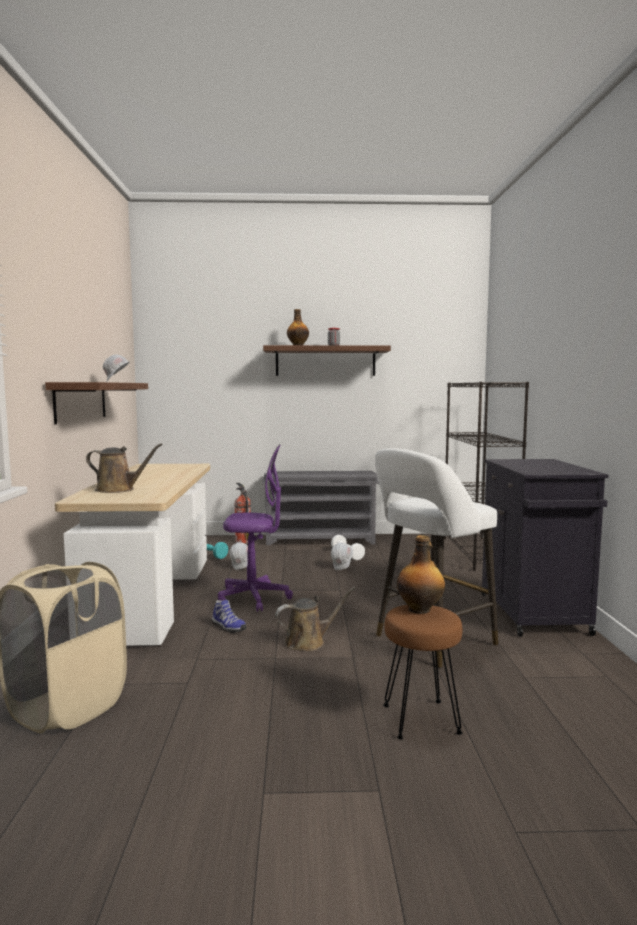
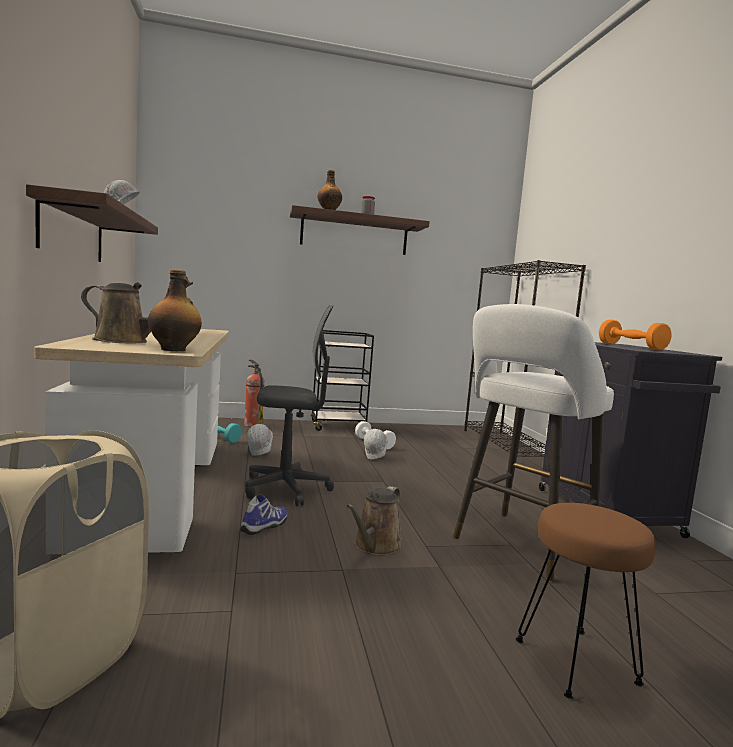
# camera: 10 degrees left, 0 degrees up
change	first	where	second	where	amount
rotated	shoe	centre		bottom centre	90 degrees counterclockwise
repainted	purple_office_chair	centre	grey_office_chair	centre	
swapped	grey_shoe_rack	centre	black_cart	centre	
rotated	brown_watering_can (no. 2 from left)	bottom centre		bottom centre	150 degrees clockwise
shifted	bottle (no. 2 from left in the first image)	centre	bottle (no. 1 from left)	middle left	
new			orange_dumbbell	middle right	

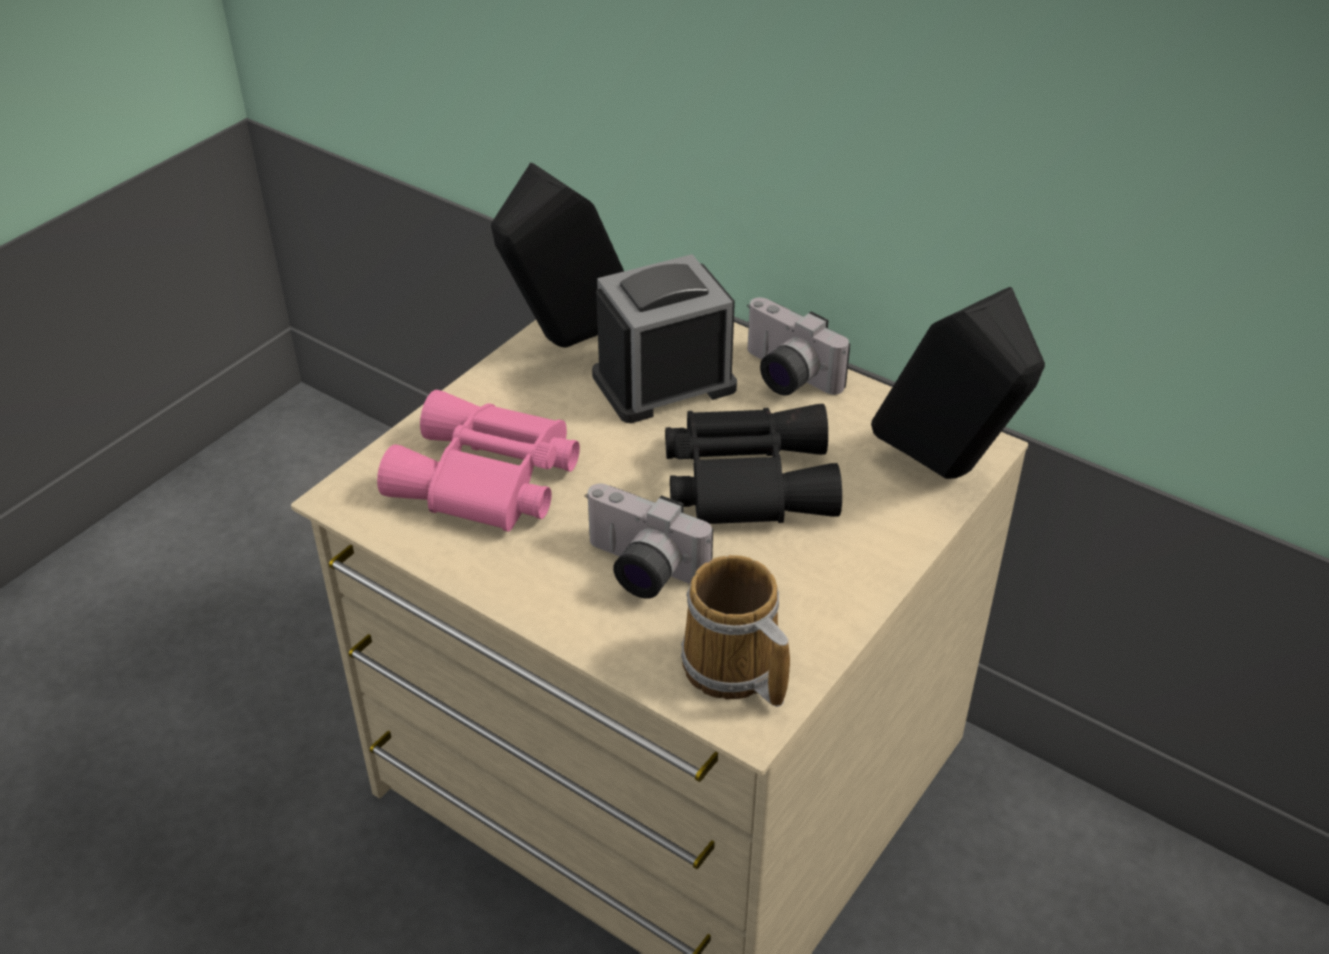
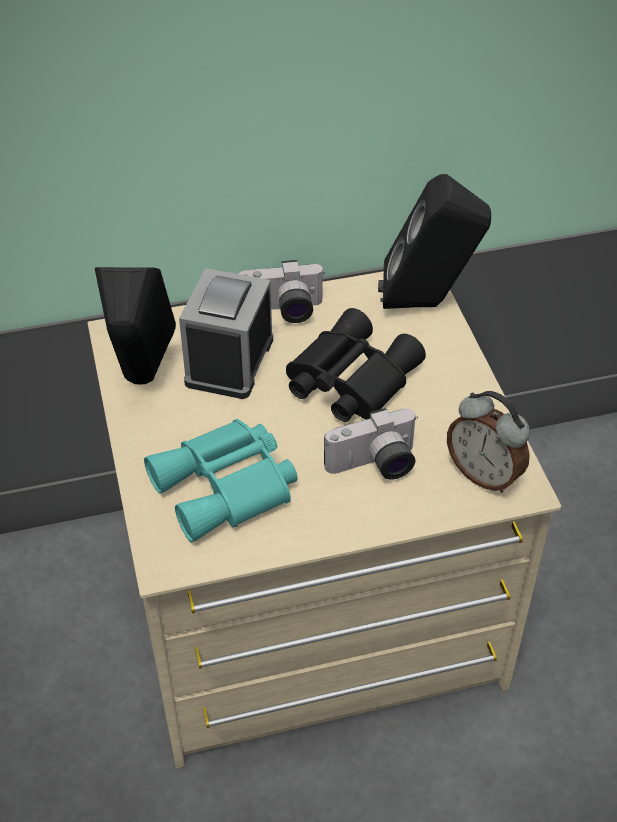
# camera: 50 degrees left, 5 degrees up
change	first	where	second	where	amount
repainted	pink_binoculars	centre	turquoise_binoculars	centre	
swapped	mug	centre	alarm_clock (no. 2 from left)	middle right	

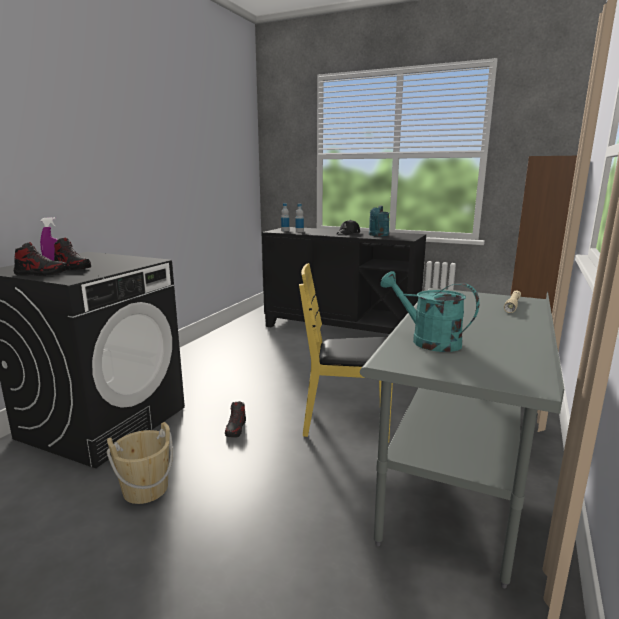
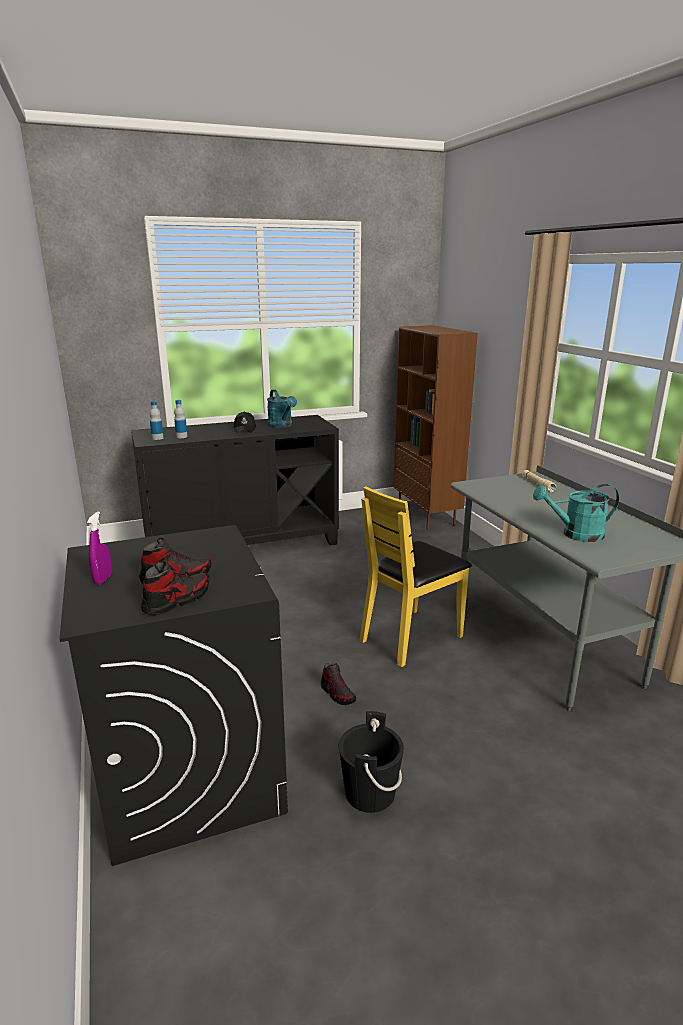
# camera: 45 degrees left, 5 degrees up
change	first	where	second	where	amount
repainted	beige_bucket	bottom left	black_bucket	bottom centre	

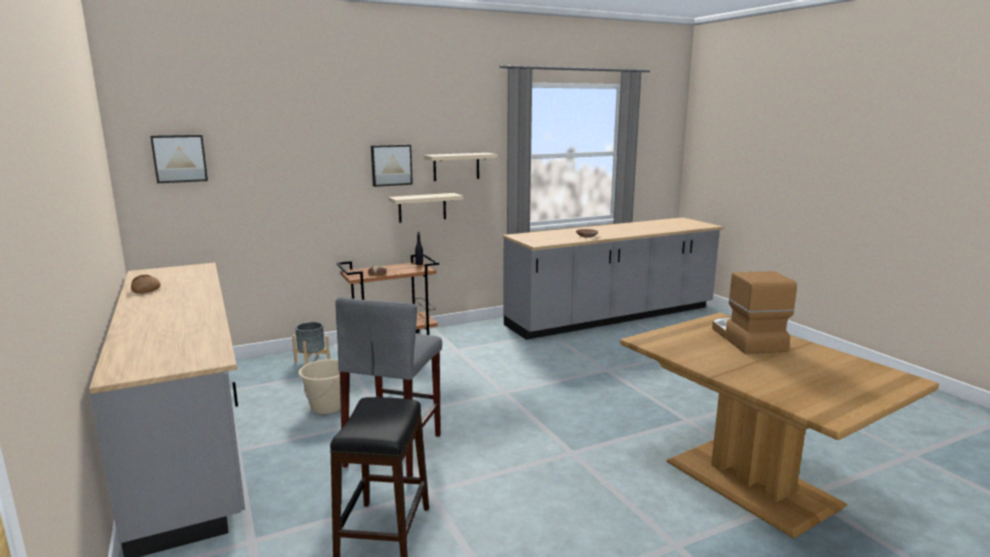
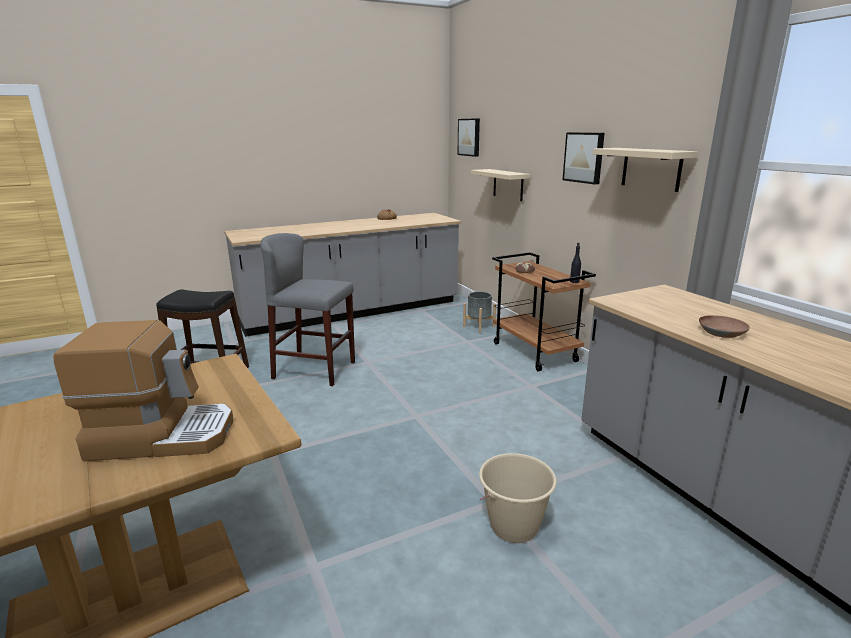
# camera: 90 degrees right, 5 degrees up
change	first	where	second	where	amount
shifted	beige_bucket	bottom left		bottom centre	
shifted	beige_shelf (no. 1 from left)	centre		top centre	

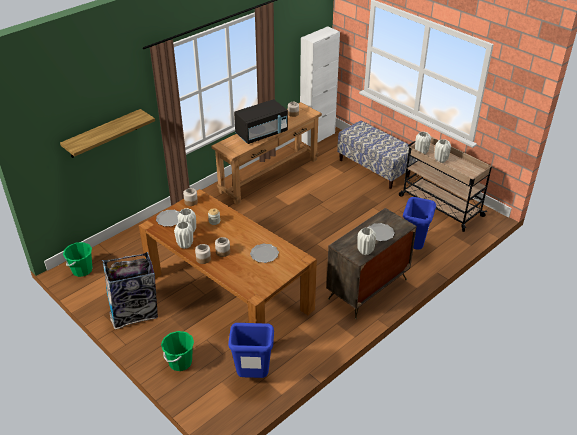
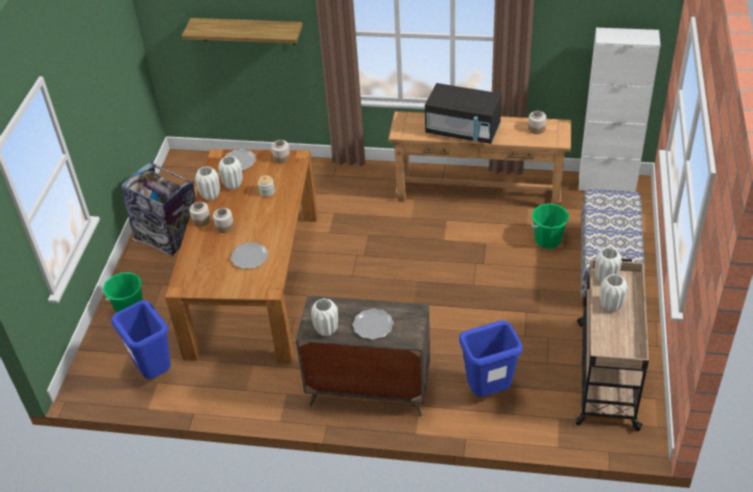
# camera: 55 degrees right, 5 degrees up
change	first	where	second	where	amount
shifted	green_bucket (no. 1 from left in the first image)	middle left	green_bucket (no. 2 from left)	middle right	

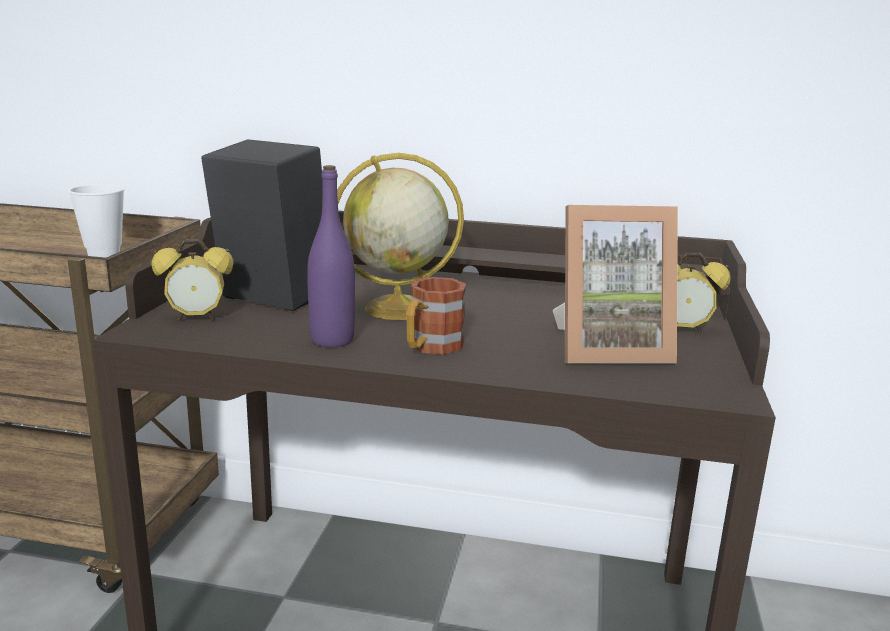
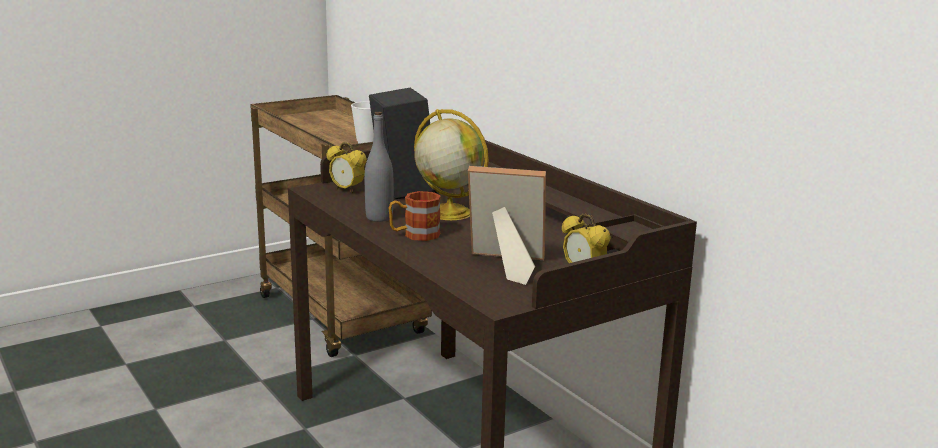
# camera: 45 degrees right, 0 degrees up
change	first	where	second	where	amount
repainted	purple_bottle	centre	grey_bottle	centre	
rotated	picture_frame	middle right		centre	150 degrees clockwise

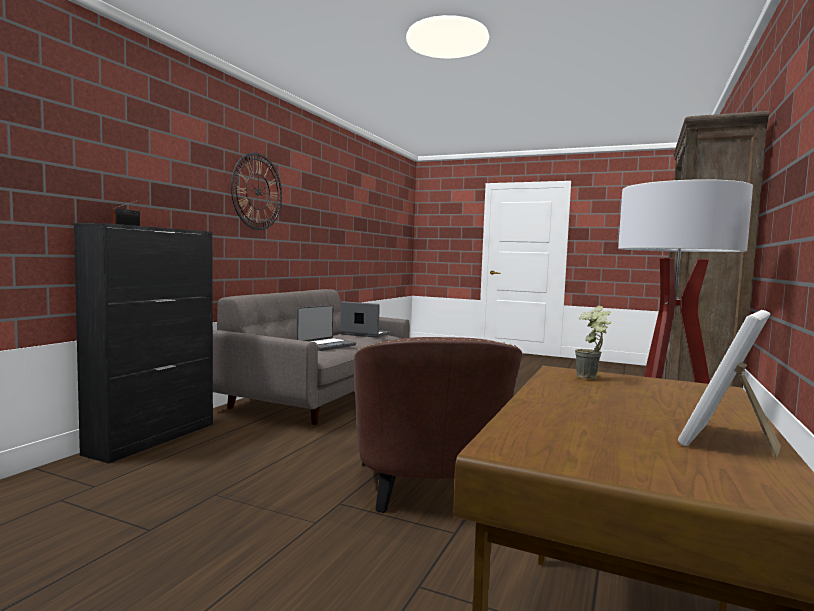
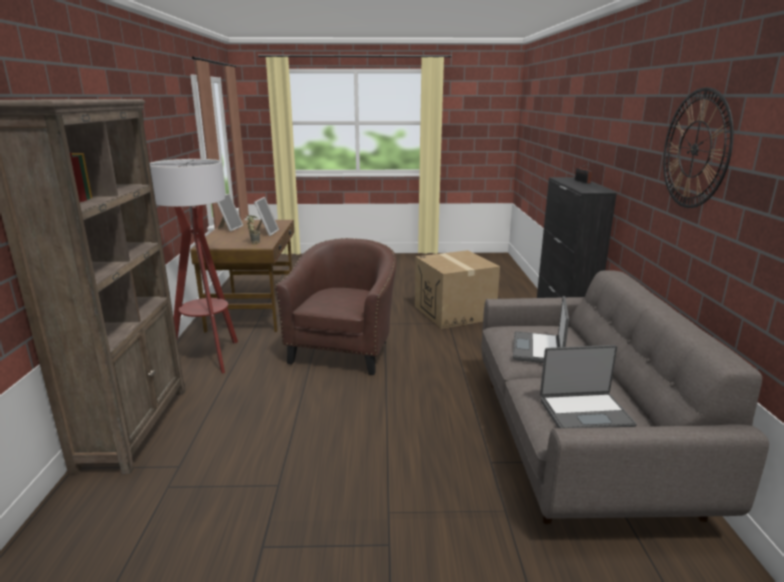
# camera: 155 degrees right, 15 degrees up
change	first	where	second	where	amount
rotated	brown_armchair	bottom centre		centre	45 degrees clockwise
new			picture_frame (no. 2 from left)	centre	
new			cardboard_box	centre	

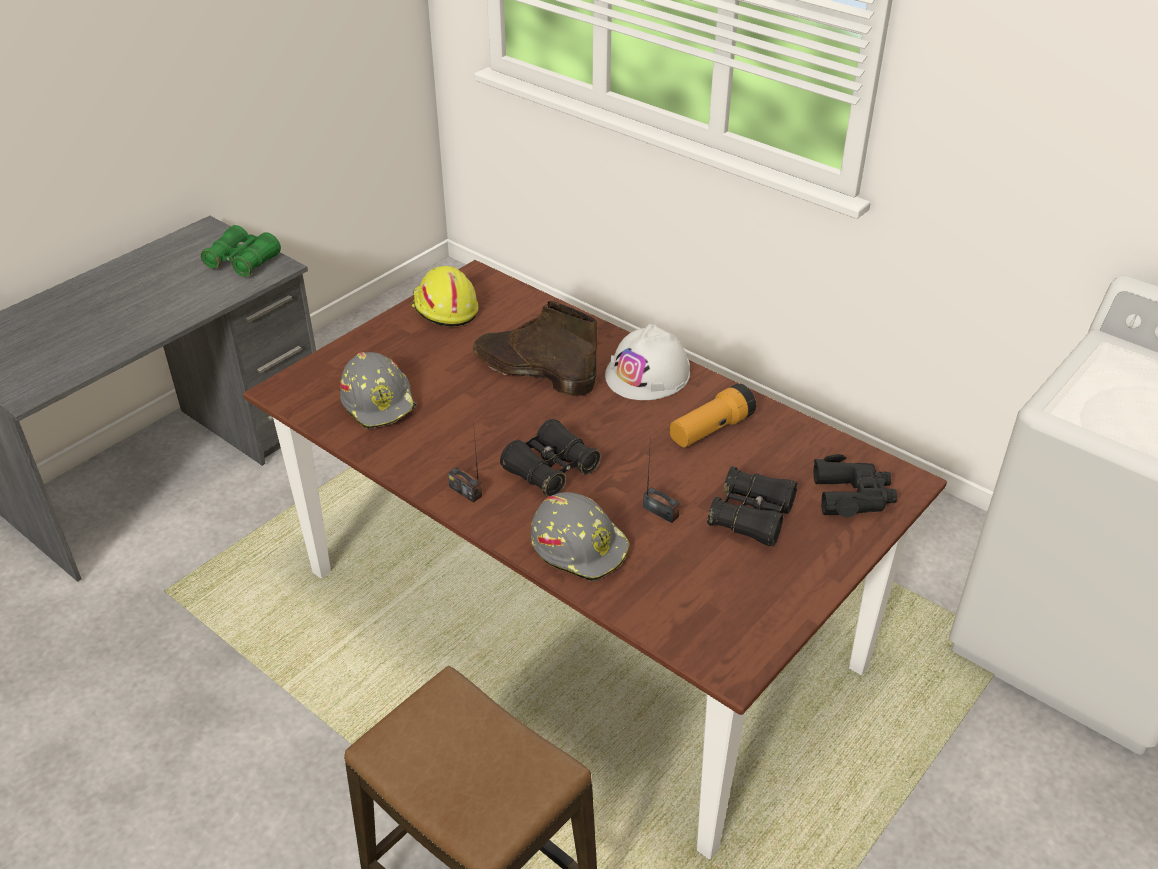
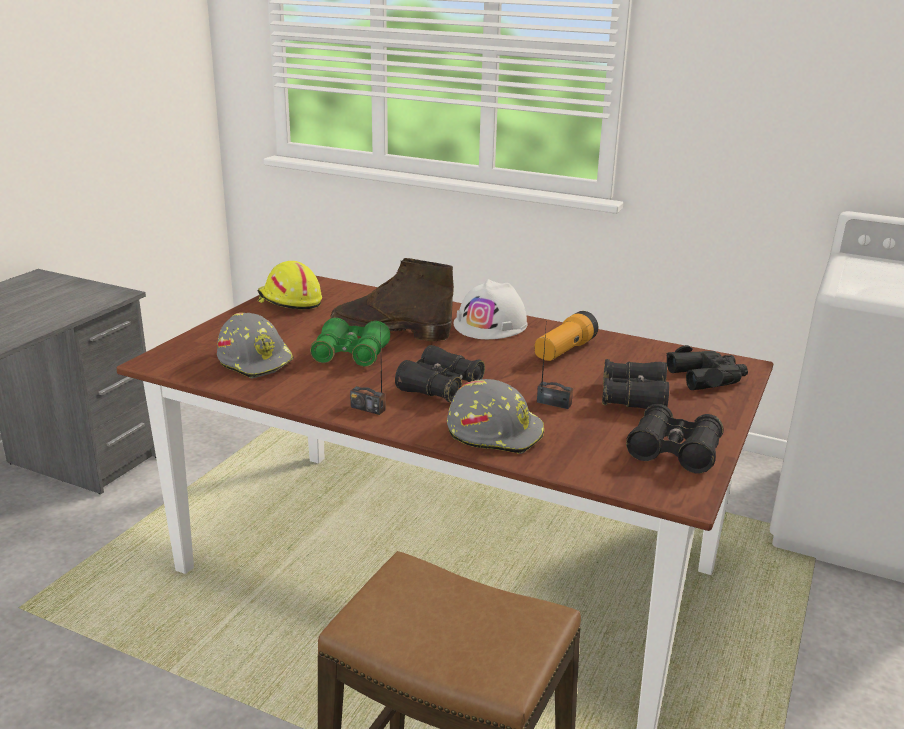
# camera: 15 degrees left, 15 degrees down
change	first	where	second	where	amount
shifted	green_binoculars	top left		centre	
new			black_binoculars (no. 3 from left)	middle right	

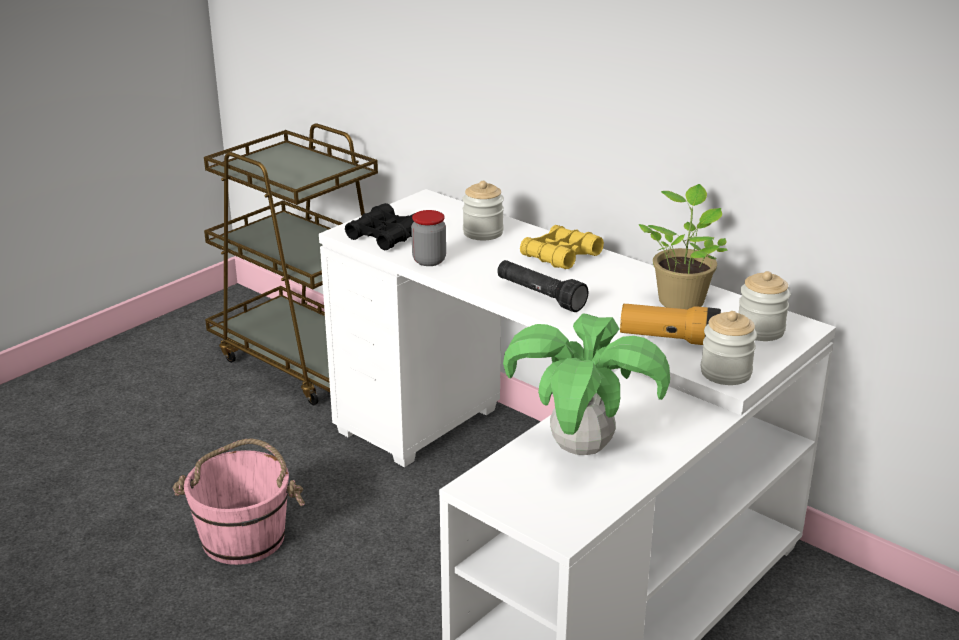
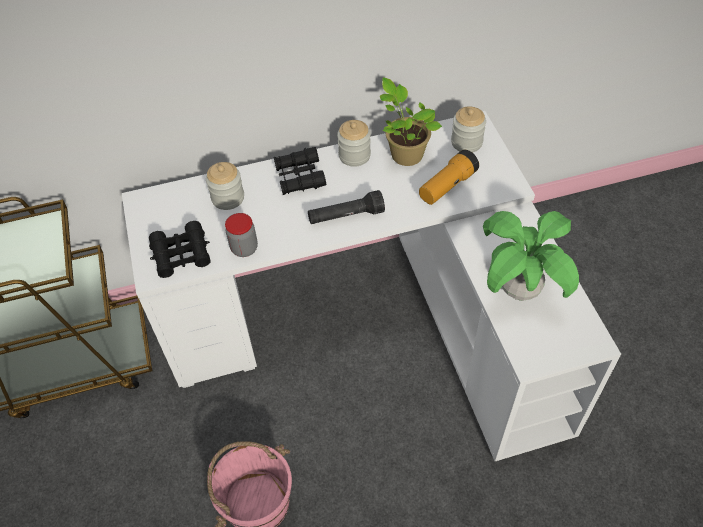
# camera: 55 degrees left, 25 degrees up
change	first	where	second	where	amount
repainted	yellow_binoculars	centre	black_binoculars (no. 2 from left)	top centre	
shifted	jar (no. 3 from left)	middle right		top centre	

